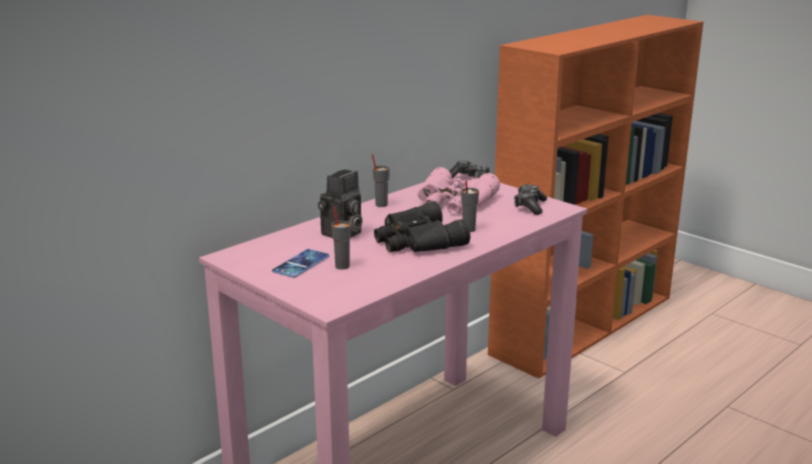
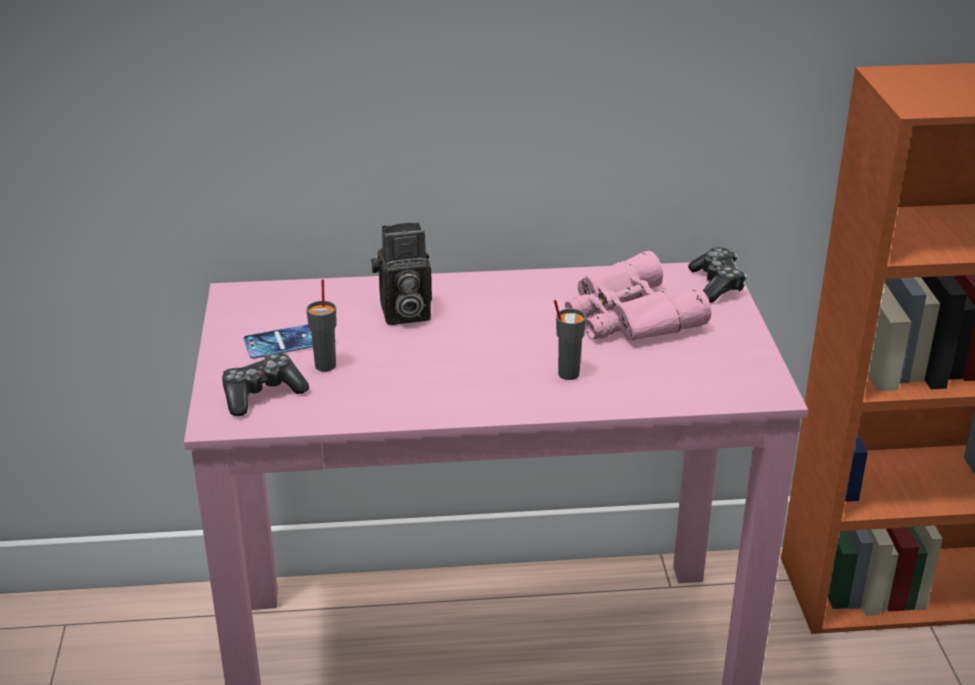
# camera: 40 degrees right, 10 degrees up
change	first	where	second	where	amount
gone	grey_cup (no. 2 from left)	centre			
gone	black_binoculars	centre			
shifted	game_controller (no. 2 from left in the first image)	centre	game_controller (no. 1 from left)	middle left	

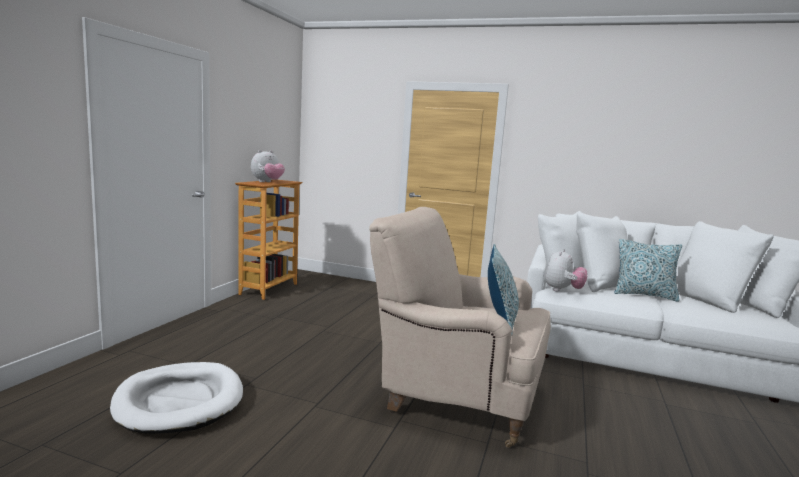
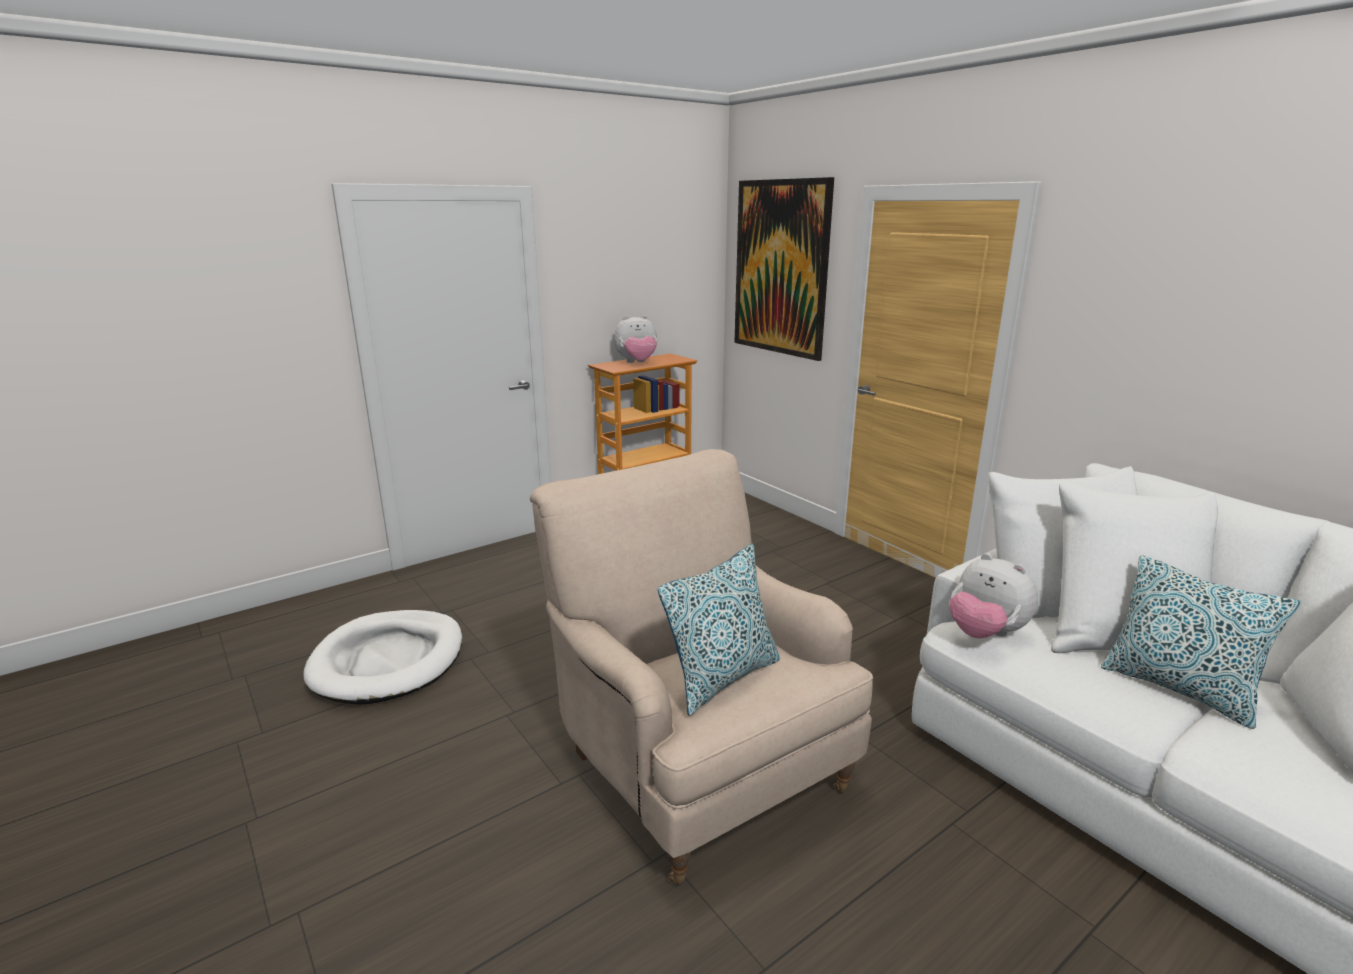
# camera: 35 degrees right, 10 degrees up
change	first	where	second	where	amount
rotated	plush_toy (no. 2 from left)	middle right		middle right	75 degrees clockwise
new			picture	top centre	

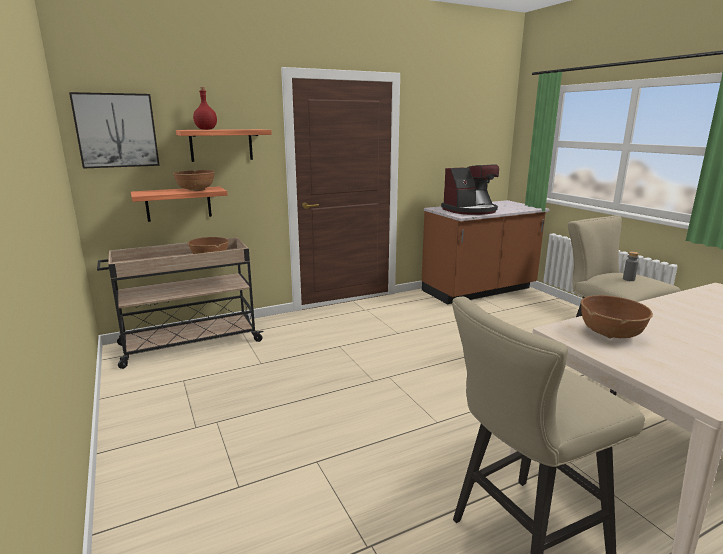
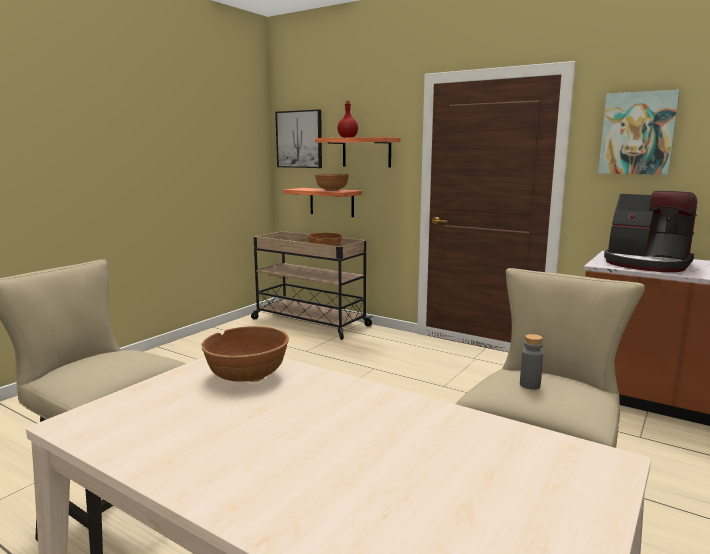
# camera: 60 degrees right, 5 degrees down
change	first	where	second	where	amount
new			picture (no. 2 from left)	top right	

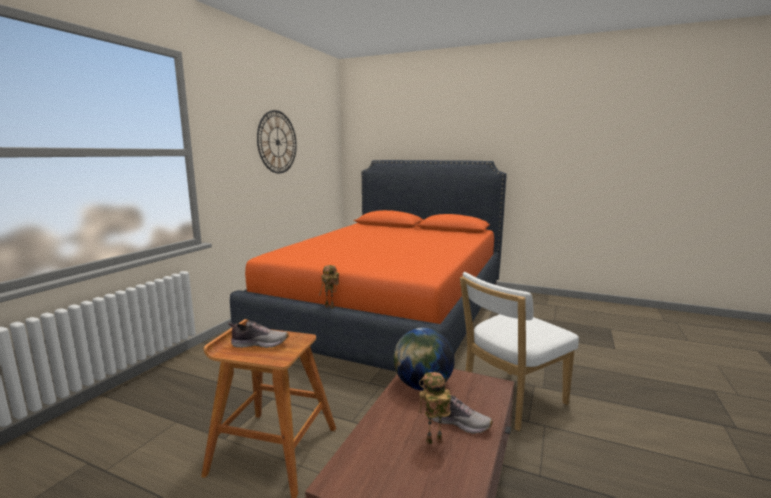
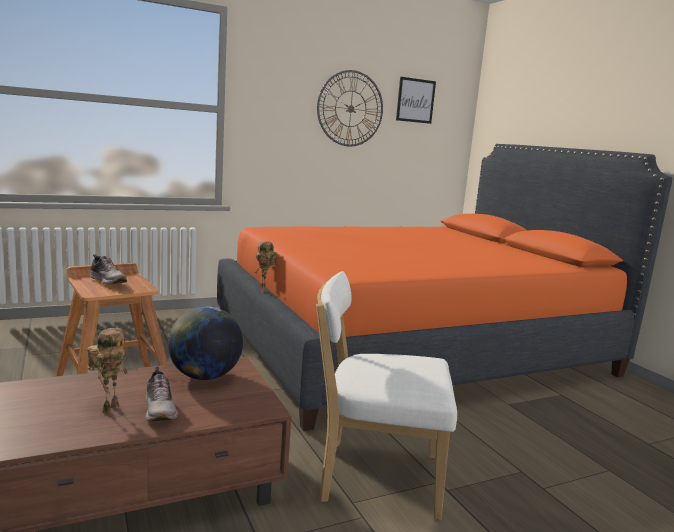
# camera: 40 degrees right, 0 degrees up
change	first	where	second	where	amount
rotated	toy_robot (no. 2 from left in the first image)	bottom centre	toy_robot (no. 1 from left)	bottom left	75 degrees clockwise
new			picture	top centre	

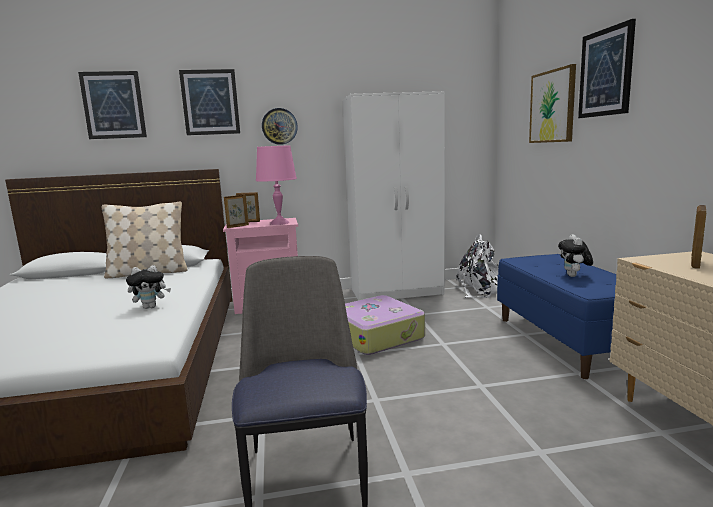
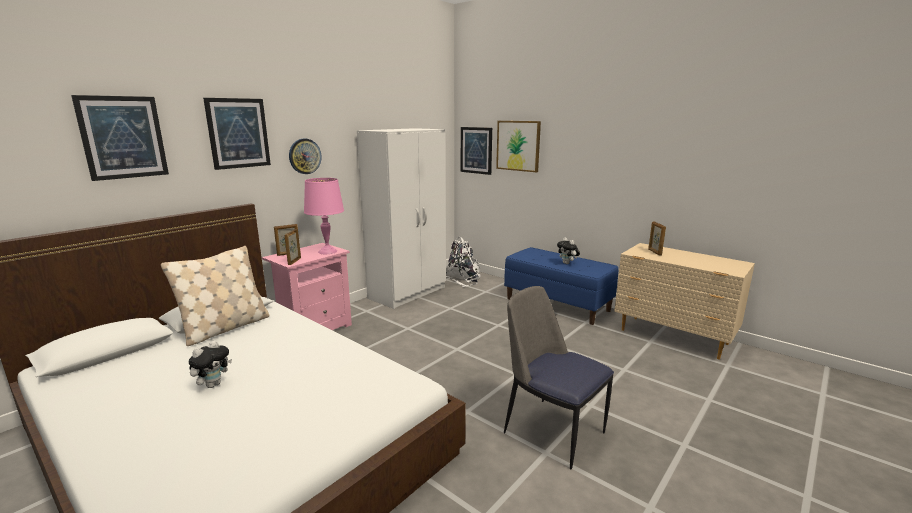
# camera: 40 degrees left, 5 degrees up
change	first	where	second	where	amount
shifted	plush_toy (no. 1 from left)	middle left		bottom left	
gone	suitcase	centre			
shifted	picture (no. 4 from left in the first image)	top right	picture (no. 3 from left)	top centre	

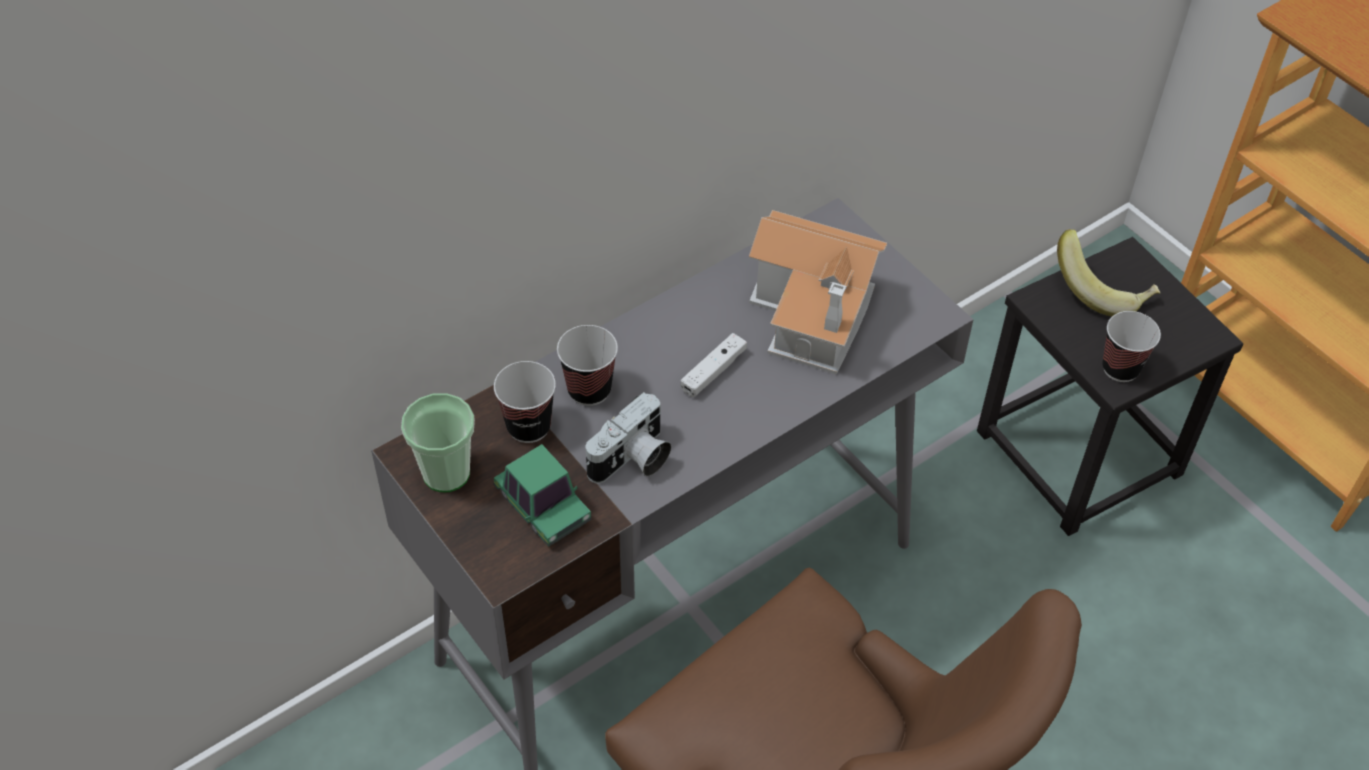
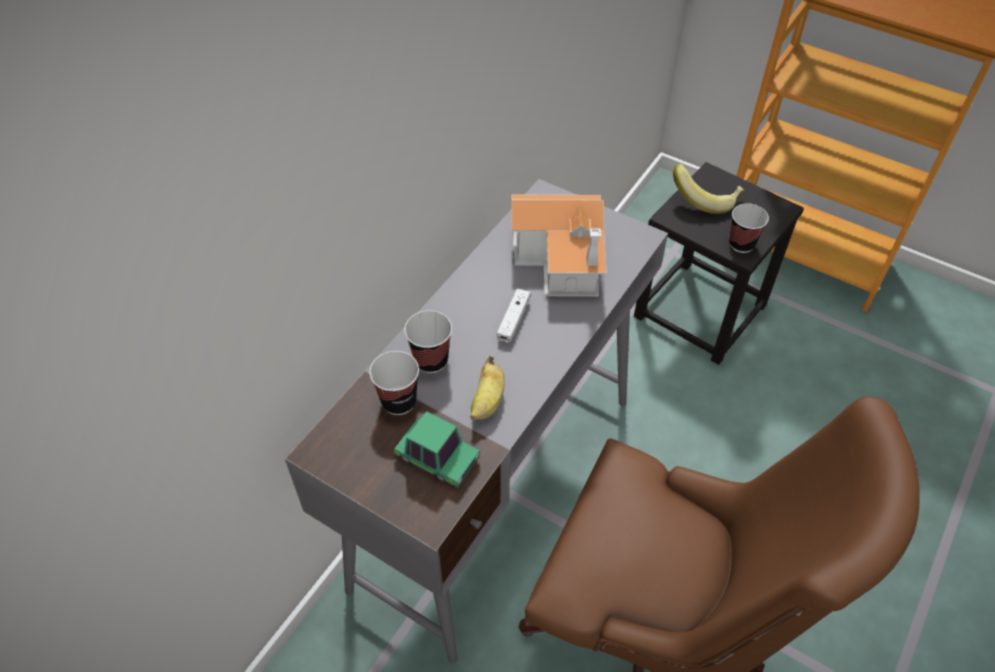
# camera: 20 degrees left, 0 degrees up
change	first	where	second	where	amount
gone	cup (no. 1 from left)	middle left			
swapped	photo_camera	centre	banana (no. 1 from left)	centre	

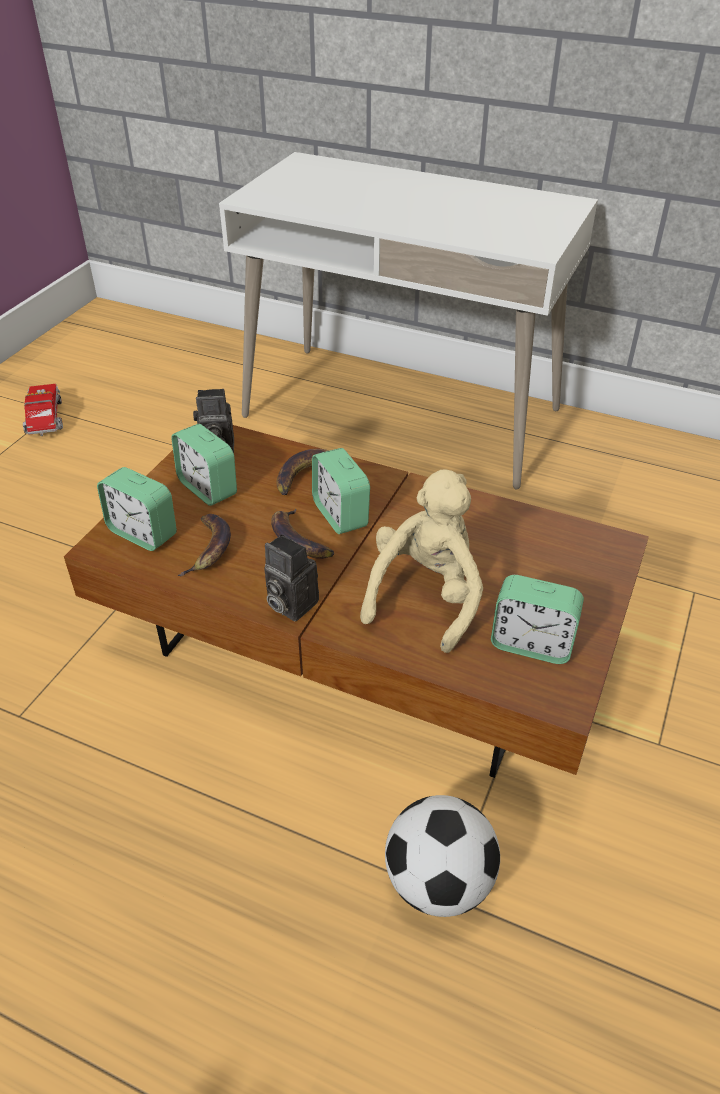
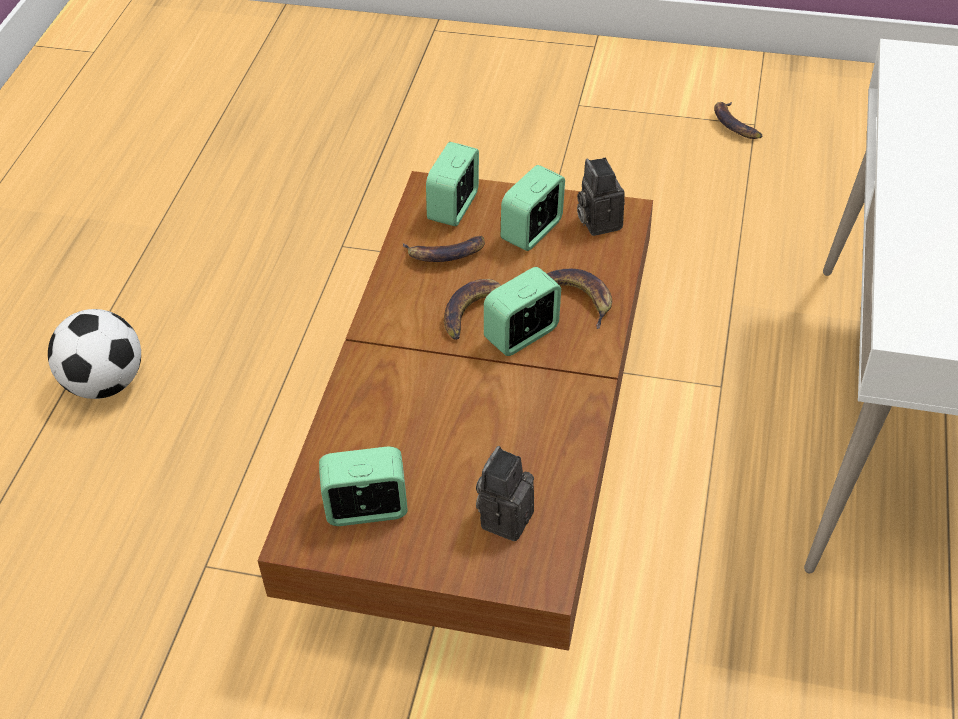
# camera: 80 degrees right, 5 degrees up
change	first	where	second	where	amount
swapped	toy_truck	middle left	banana (no. 4 from left)	top right	
shifted	photo_camera (no. 2 from left in the first image)	centre	photo_camera (no. 1 from left)	bottom centre	
gone	beige_plush_toy	centre			
shifted	football	bottom centre		middle left	
rotated	alarm_clock (no. 4 from left in the first image)	middle right	alarm_clock (no. 1 from left)	bottom centre	75 degrees clockwise

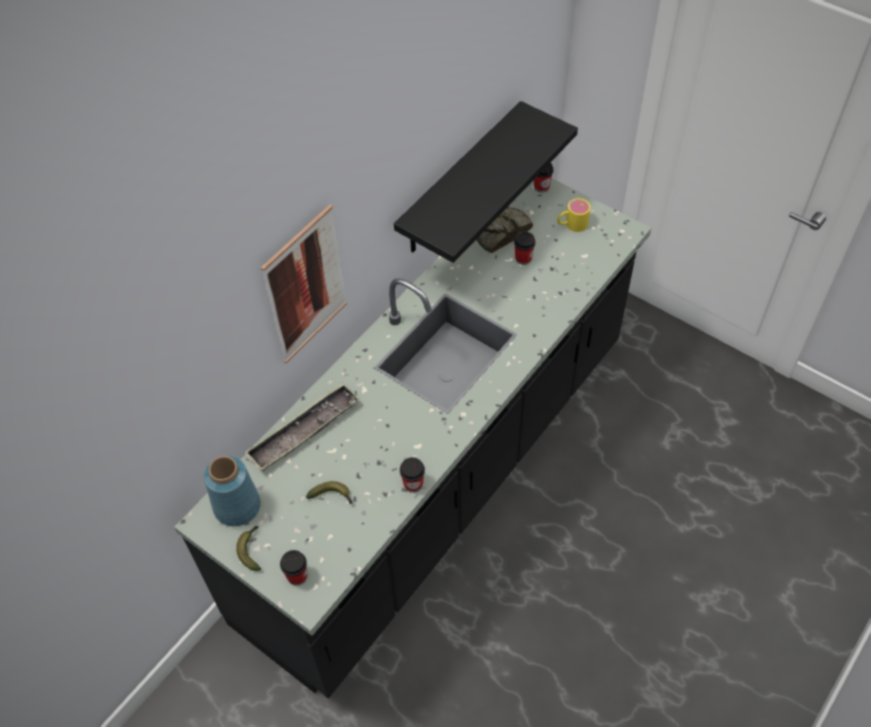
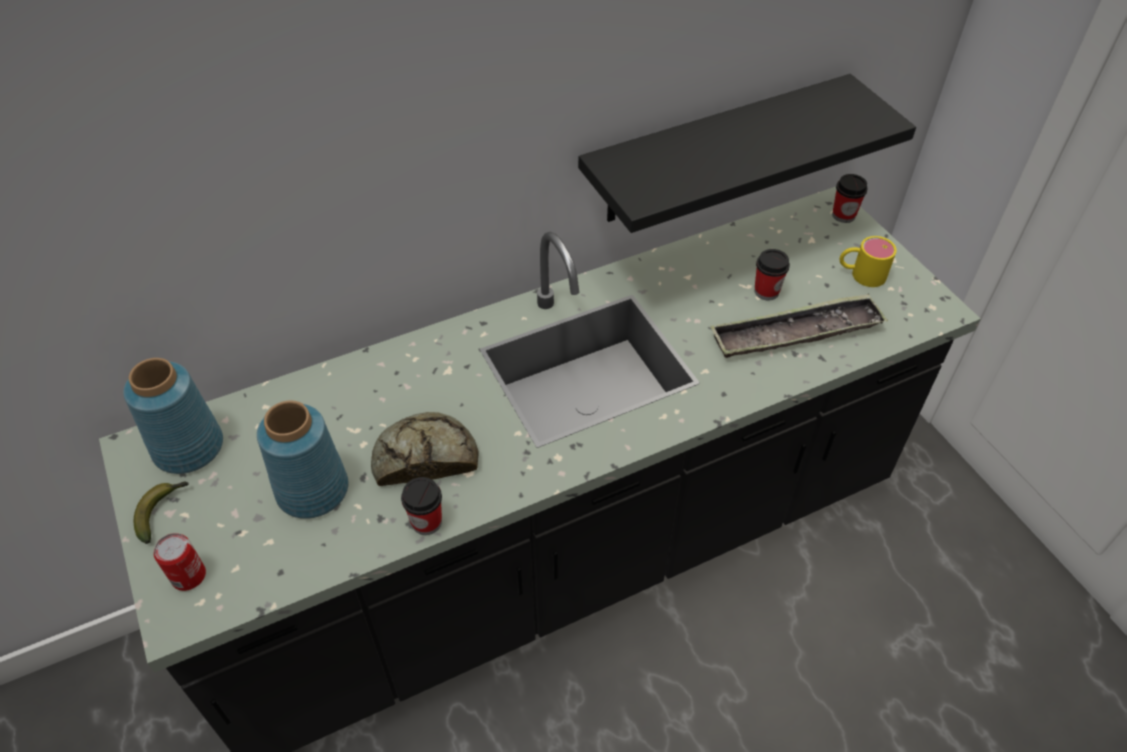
# camera: 25 degrees right, 5 degrees down
change	first	where	second	where	amount
shifted	tray	centre		middle right	
gone	picture	centre			
swapped	cup (no. 1 from left)	bottom centre	can	bottom left	
swapped	banana (no. 2 from left)	bottom centre	blue_vase (no. 2 from left)	middle left	
shifted	bread	top centre		centre	

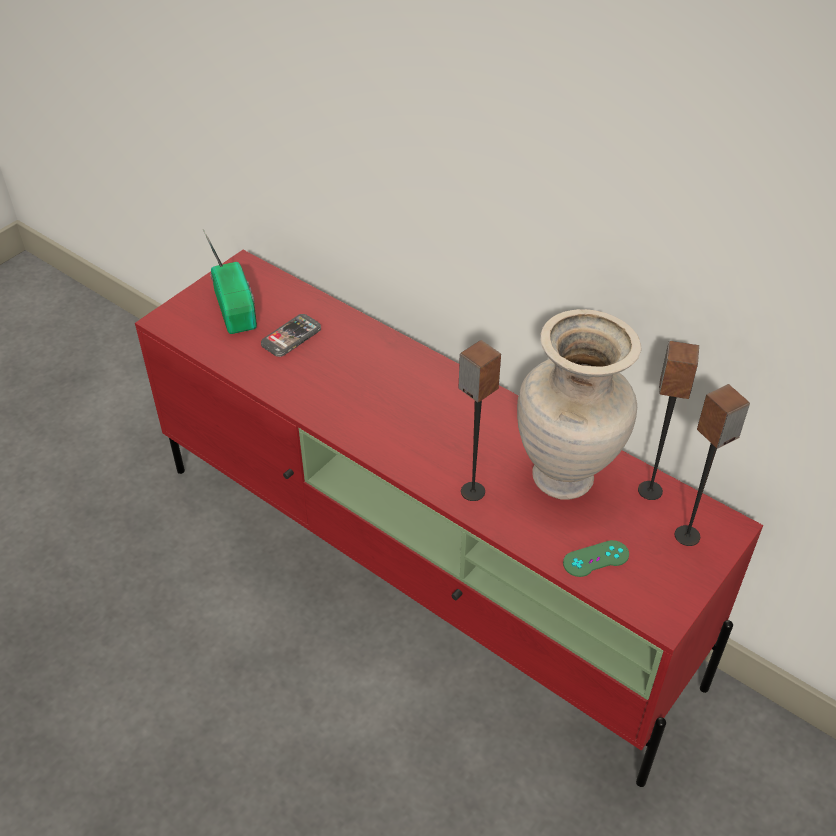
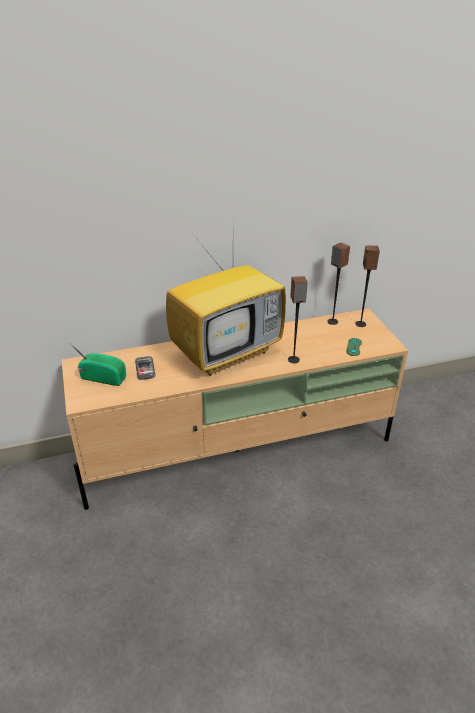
# camera: 55 degrees left, 10 degrees down
change	first	where	second	where	amount
repainted	red_tv_stand	centre	beige_tv_stand	centre	
gone	beige_vase	middle right			
new			television	centre	

